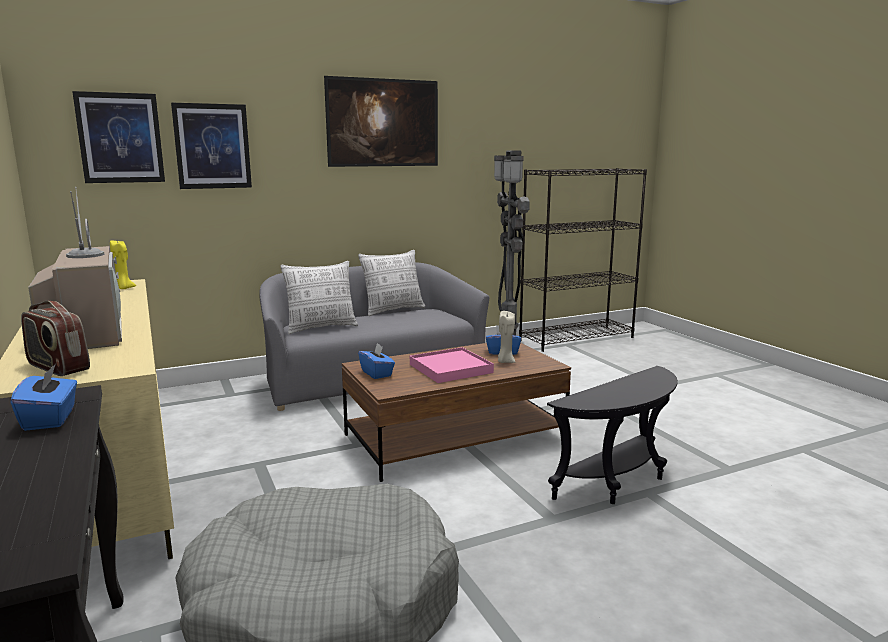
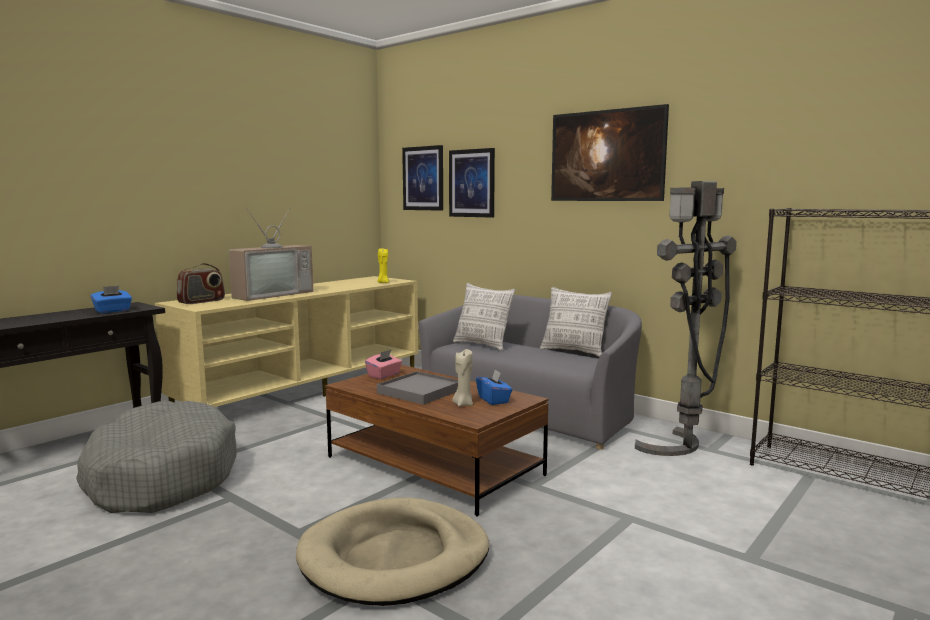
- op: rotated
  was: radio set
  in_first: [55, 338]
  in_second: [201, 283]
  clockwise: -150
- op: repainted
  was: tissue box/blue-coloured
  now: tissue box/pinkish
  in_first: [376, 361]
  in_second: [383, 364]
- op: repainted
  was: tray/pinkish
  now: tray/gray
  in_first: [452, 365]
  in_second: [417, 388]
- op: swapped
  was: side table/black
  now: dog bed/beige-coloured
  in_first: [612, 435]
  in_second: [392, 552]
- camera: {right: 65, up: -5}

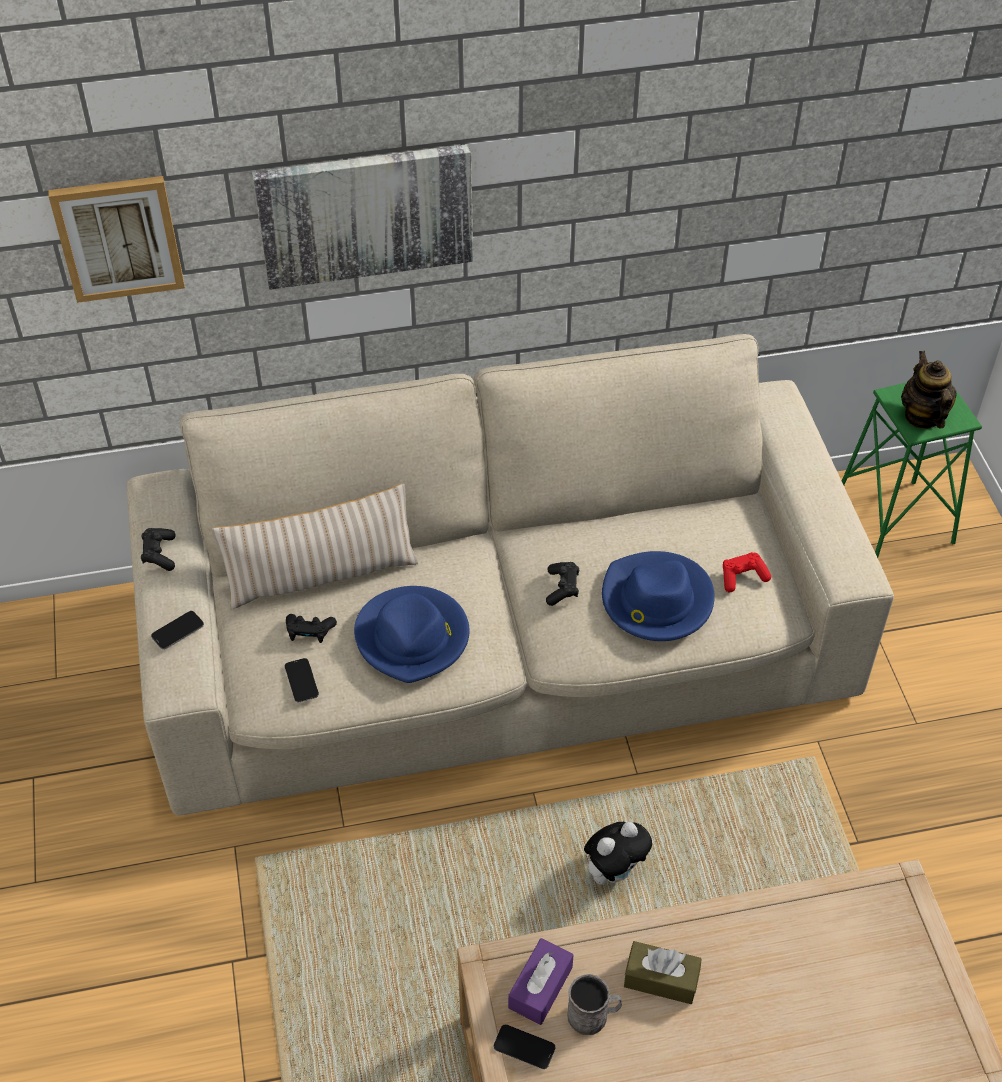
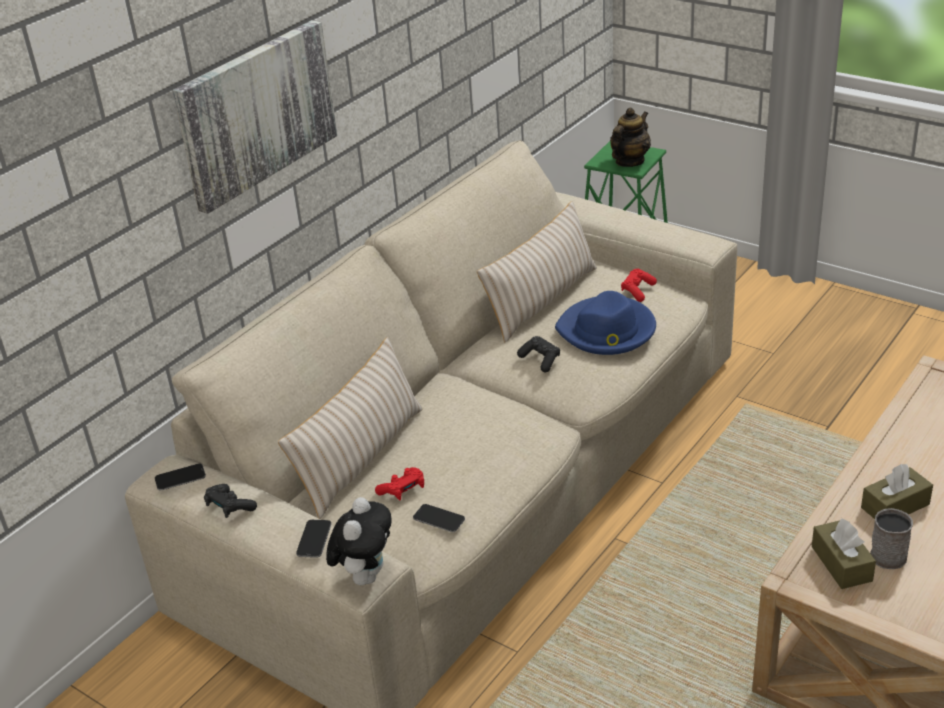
- op: gone
  was: wall picture
  in_first: [116, 239]
- op: repainted
  was: game controller/black
  now: game controller/red
  in_first: [311, 628]
  in_second: [399, 483]
- op: gone
  was: clothing hat/blue-coloured
  in_first: [411, 634]
- op: shifted
  was: telephone
  in_first: [524, 1046]
  in_second: [180, 477]
- op: repainted
  was: tissue box/purplish
  now: tissue box/brownish
  in_first: [540, 981]
  in_second: [844, 553]
- op: shifted
  was: soft toy
  in_first: [618, 853]
  in_second: [359, 541]
- op: rotated
  was: pot for tea
  in_first: [929, 390]
  in_second: [630, 137]
  clockwise: 90
- op: new
  now: cushion/beige-coloured
  in_second: [537, 271]
- camera: {right: -40, up: -15}

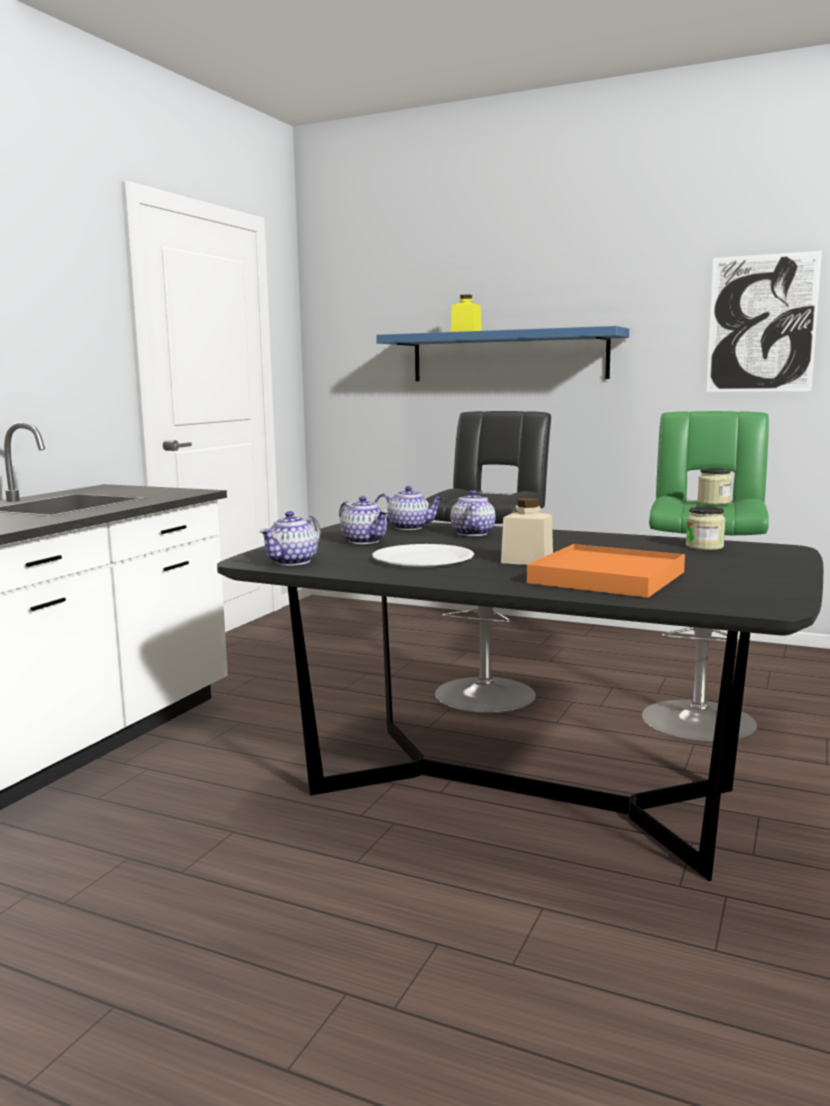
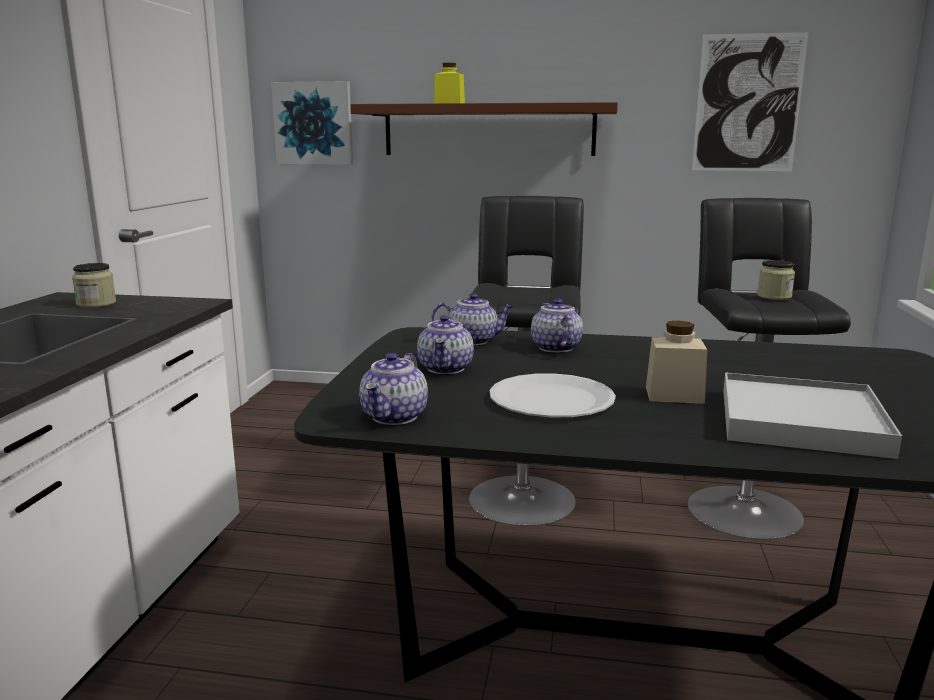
- op: rotated
  was: pot for tea
  in_first: [363, 520]
  in_second: [445, 344]
  clockwise: 60
- op: repainted
  was: bracket shelf/blue-coloured
  now: bracket shelf/brownish
  in_first: [502, 353]
  in_second: [484, 129]
- op: repainted
  was: tray/orange
  now: tray/white-coloured
  in_first: [606, 571]
  in_second: [812, 415]
- op: repainted
  was: stool/green
  now: stool/black
  in_first: [705, 576]
  in_second: [769, 369]
- op: shifted
  was: storage jar
  in_first: [706, 528]
  in_second: [94, 285]
- op: new
  now: wall picture
  in_second: [312, 123]
- camera: {right: -15, up: 5}

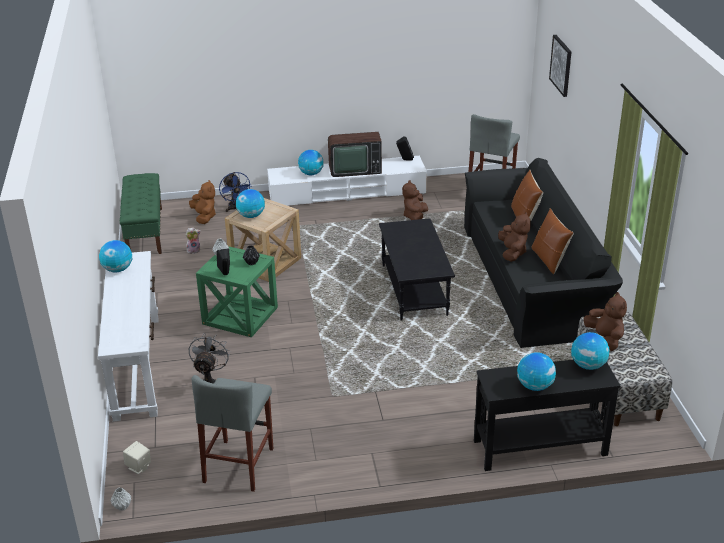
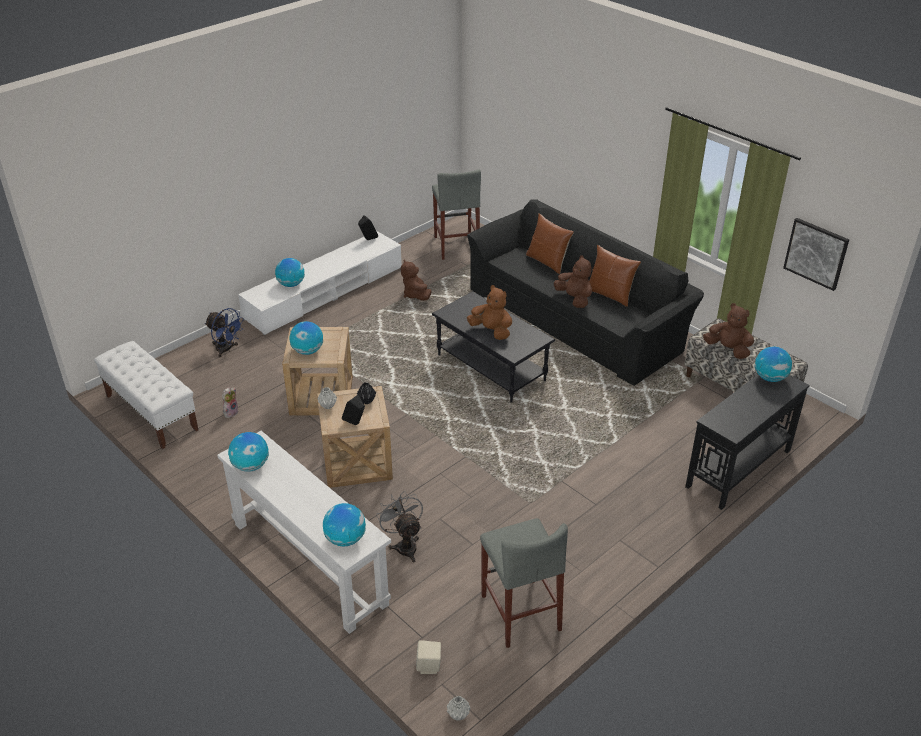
- op: repainted
  was: indoor bench/green
  now: indoor bench/white-coloured
  in_first: [141, 213]
  in_second: [146, 395]
- op: shifted
  was: soft toy/brownish
  in_first: [202, 202]
  in_second: [489, 312]
- op: repainted
  was: side table/green
  now: side table/beige-coloured
  in_first: [237, 291]
  in_second: [355, 437]
- op: gone
  was: TV set
  in_first: [355, 154]
- op: shifted
  was: world globe
  in_first: [536, 371]
  in_second: [344, 525]
- op: shifted
  was: wall picture
  in_first: [560, 66]
  in_second: [816, 254]
- camera: {right: -35, up: 5}

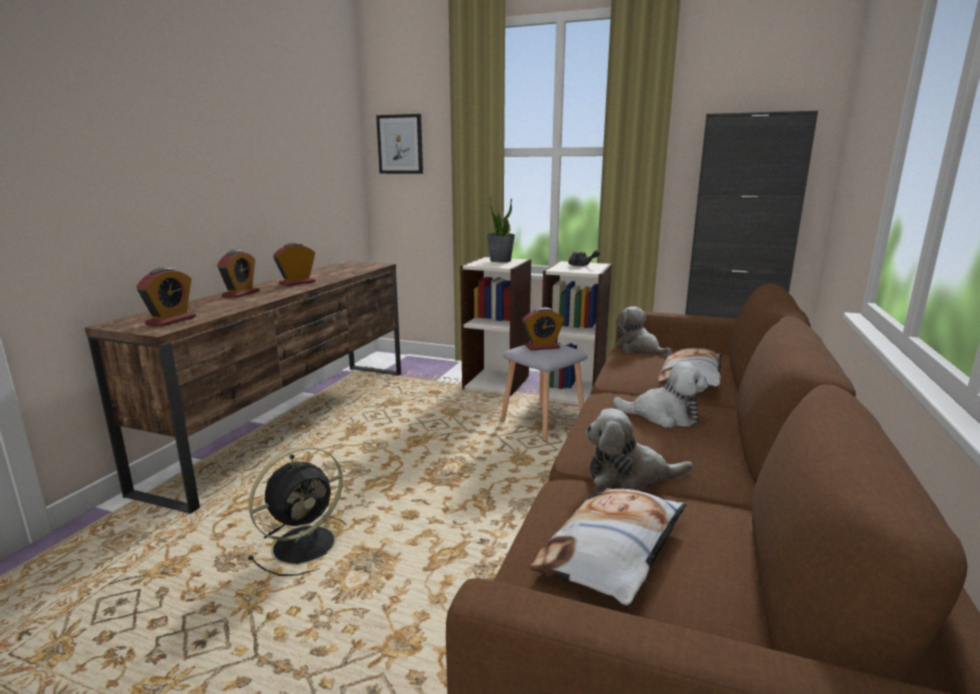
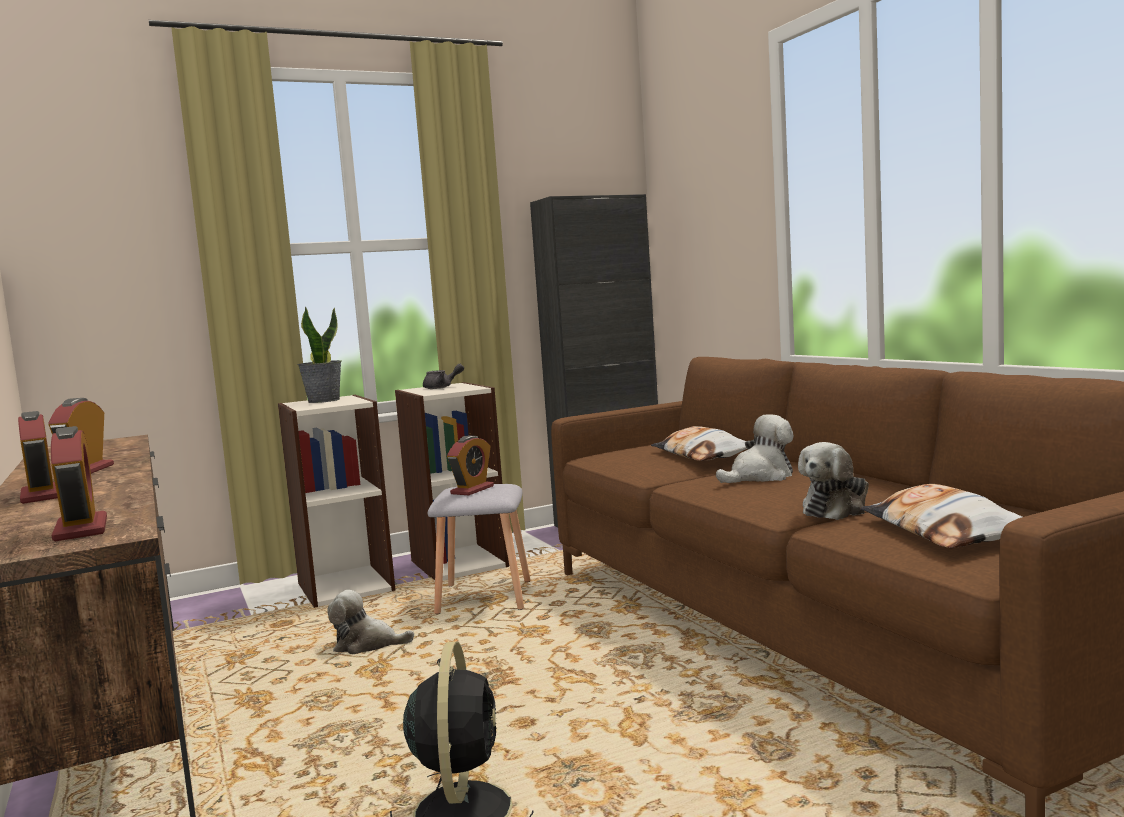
- op: gone
  was: wall picture
  in_first: [399, 144]
- op: shifted
  was: soft toy
  in_first: [643, 331]
  in_second: [370, 622]
- camera: {right: -45, up: -10}

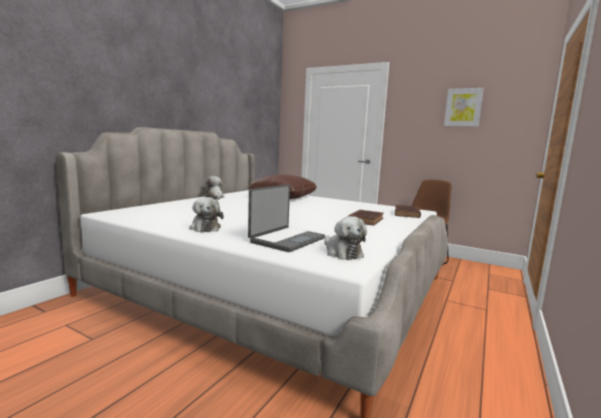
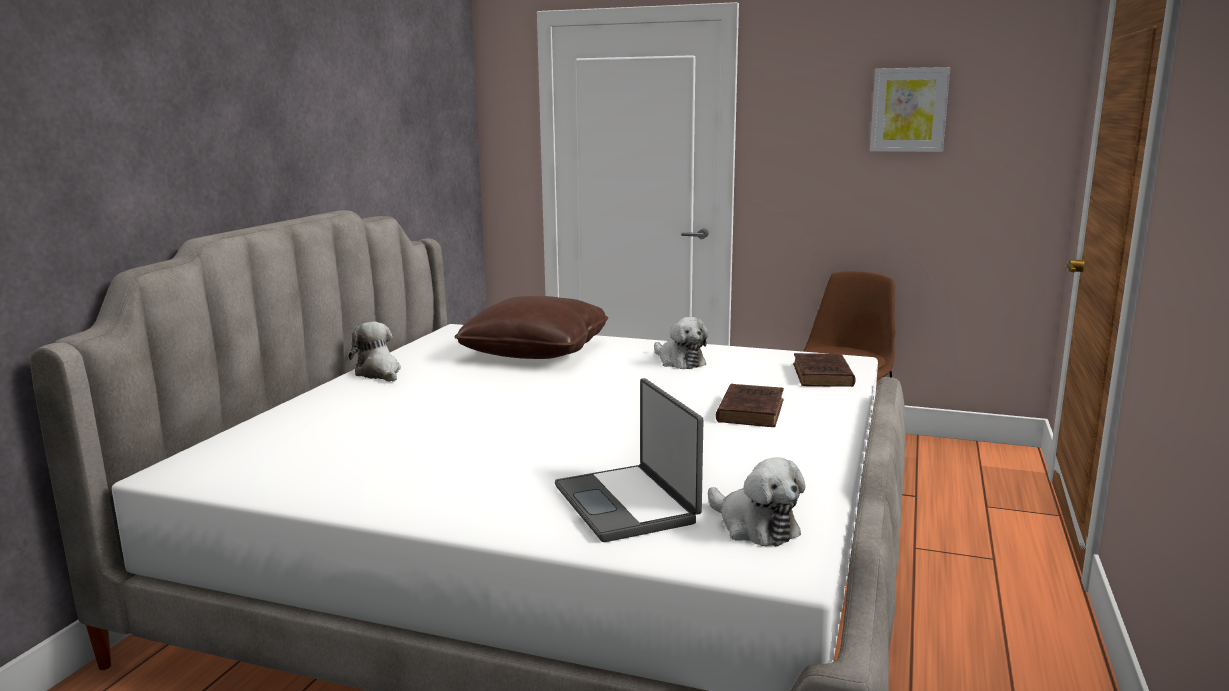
- op: shifted
  was: soft toy
  in_first: [206, 214]
  in_second: [681, 343]
- op: rotated
  was: laptop
  in_first: [286, 218]
  in_second: [629, 460]
  clockwise: 135
- camera: {right: -10, up: 5}

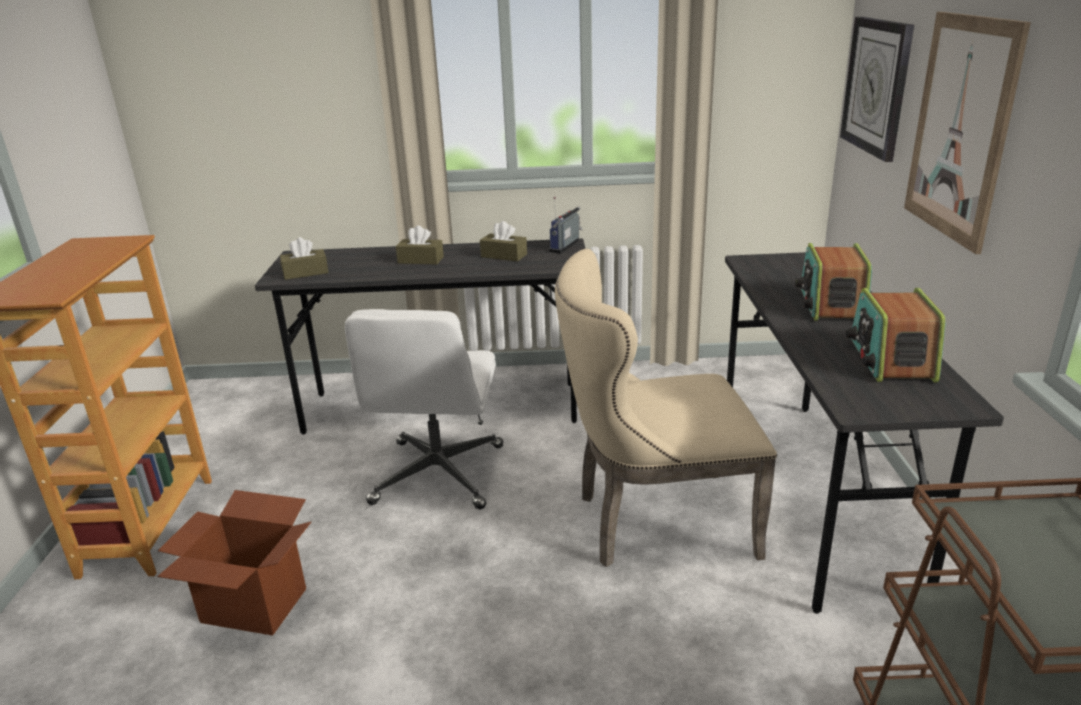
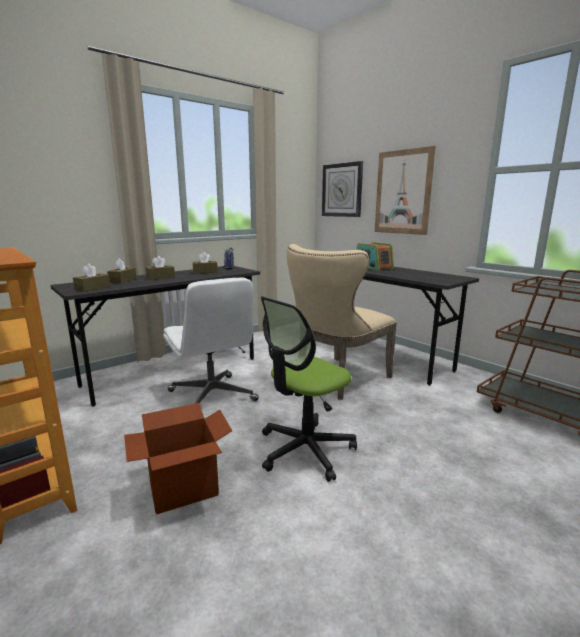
- op: gone
  was: radio set
  in_first: [896, 335]
- op: new
  now: tissue box/brownish
  in_second: [122, 270]
- op: new
  now: computer chair
  in_second: [309, 389]
- camera: {right: -40, up: -10}

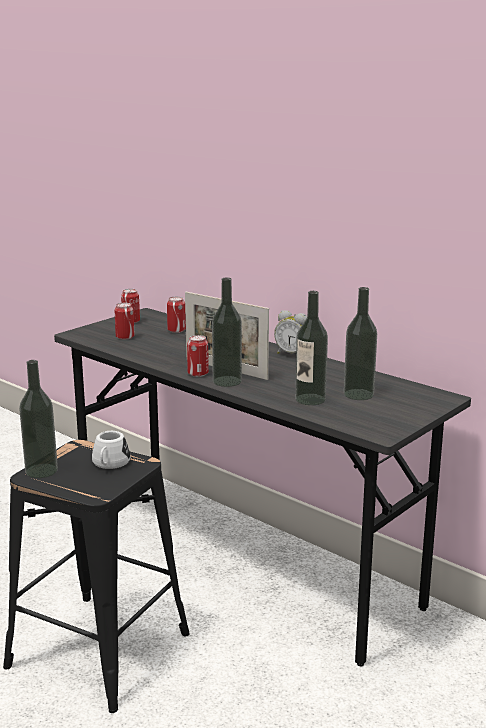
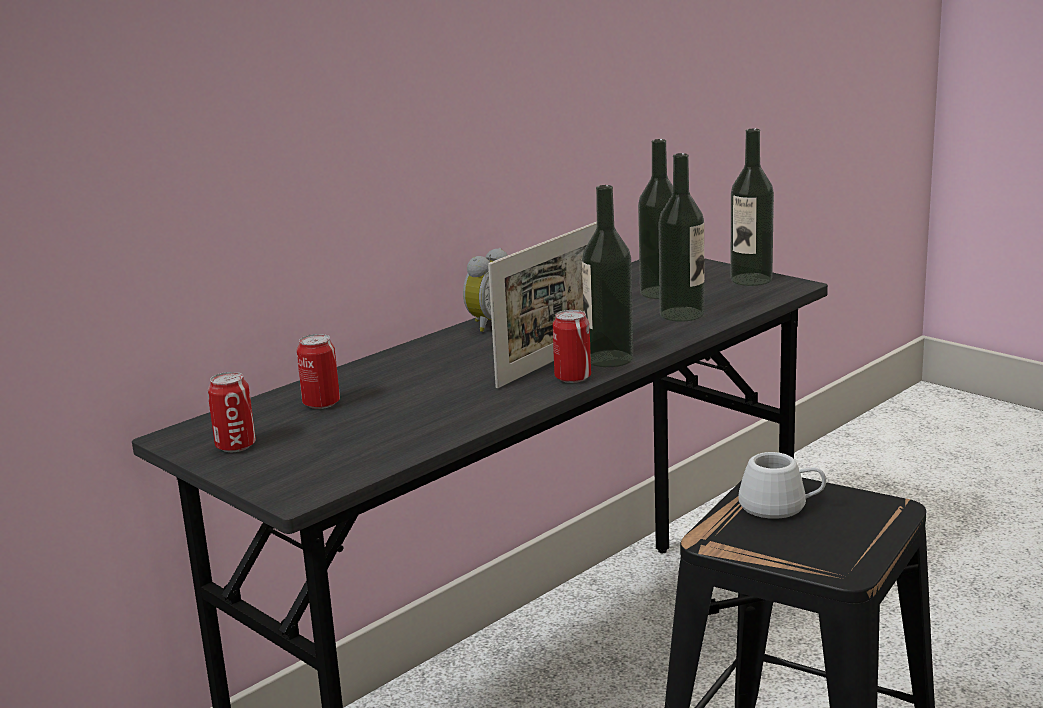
- op: shifted
  was: beverage bottle
  in_first: [38, 419]
  in_second: [752, 207]
- op: gone
  was: sealed can
  in_first: [125, 321]
- camera: {right: -85, up: 0}

